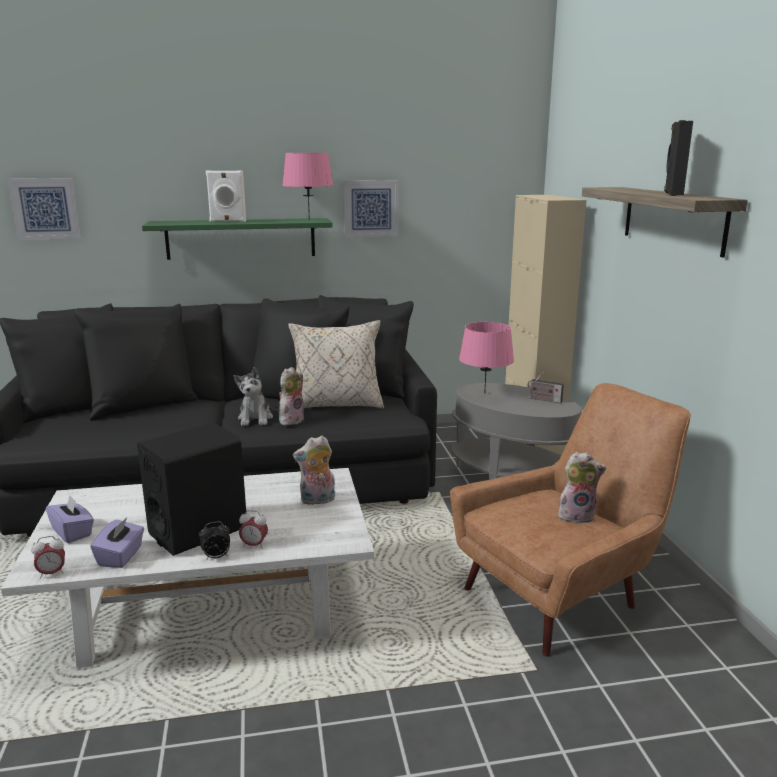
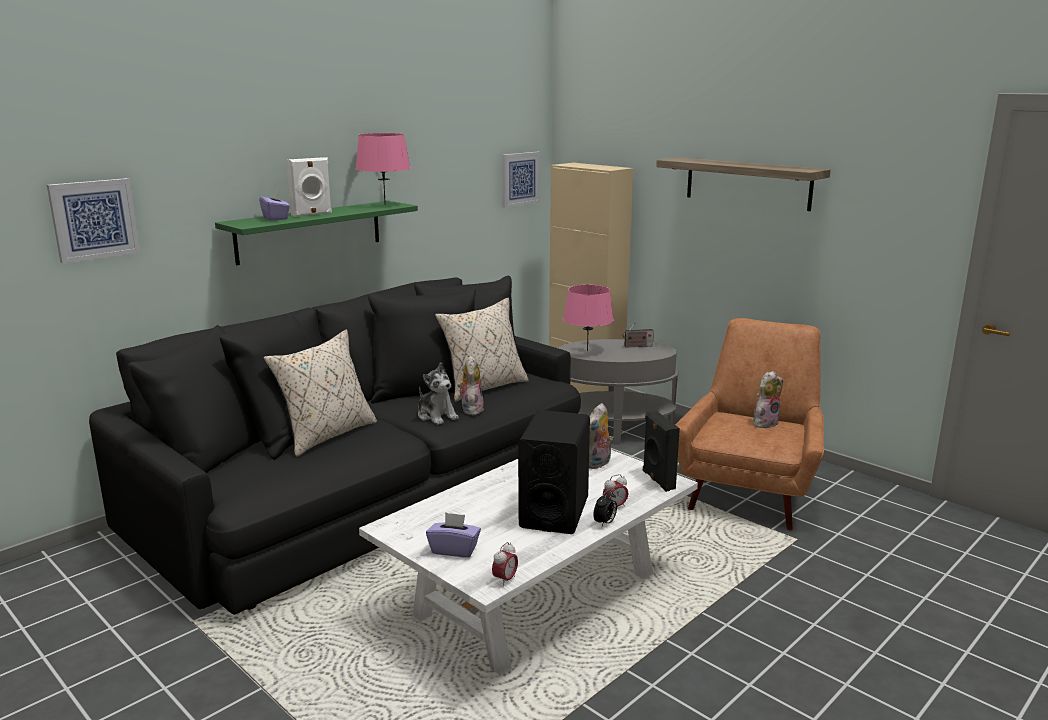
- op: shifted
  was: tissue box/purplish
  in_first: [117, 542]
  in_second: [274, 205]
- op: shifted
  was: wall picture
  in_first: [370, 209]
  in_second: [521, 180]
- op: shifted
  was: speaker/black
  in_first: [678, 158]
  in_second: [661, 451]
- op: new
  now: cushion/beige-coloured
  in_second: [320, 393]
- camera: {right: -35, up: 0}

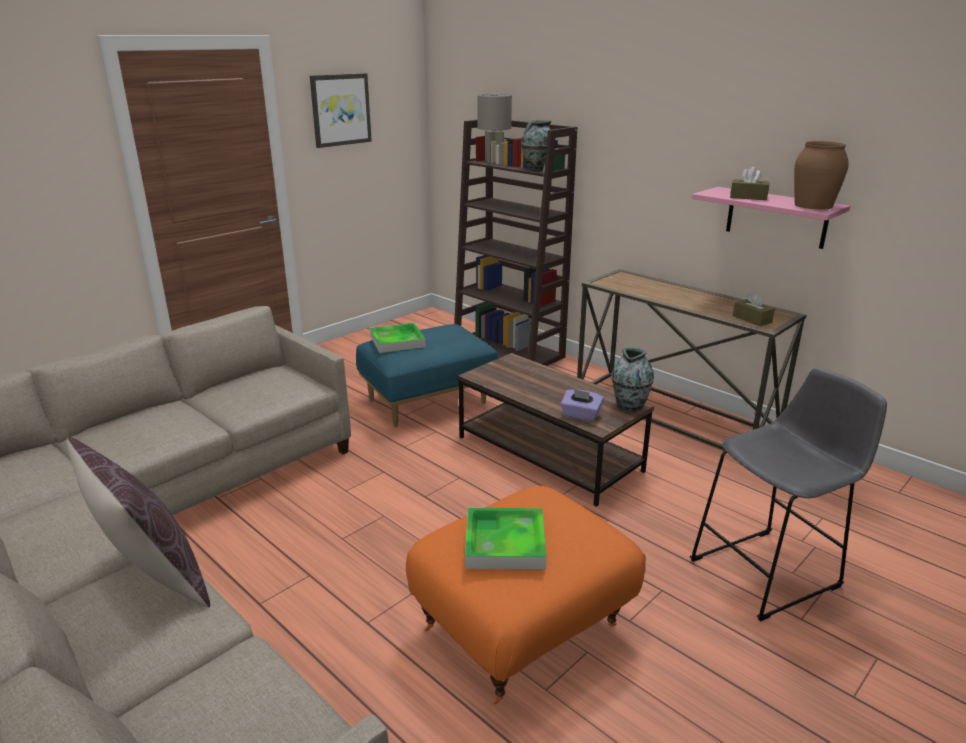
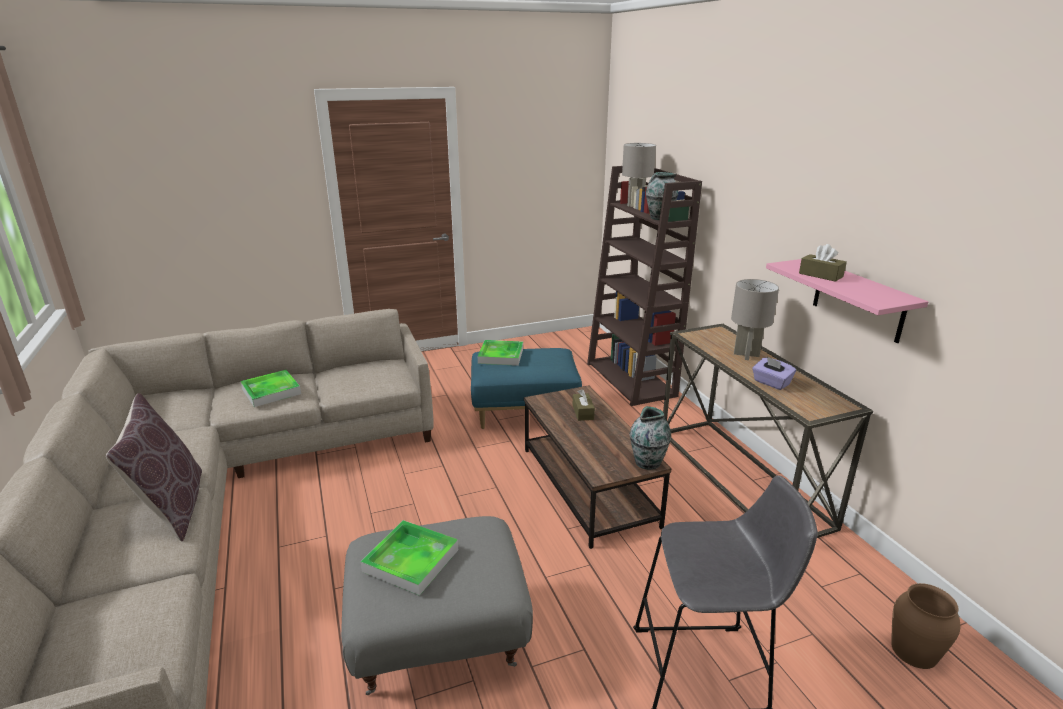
- op: gone
  was: wall picture
  in_first: [341, 110]
- op: repainted
  was: footrest/orange
  now: footrest/gray
  in_first: [526, 595]
  in_second: [437, 605]
- op: shifted
  was: tissue box/purplish
  in_first: [582, 405]
  in_second: [774, 373]
- op: shifted
  was: tissue box/brownish
  in_first: [754, 308]
  in_second: [584, 405]
- op: shifted
  was: decorative vase/brownish
  in_first: [821, 175]
  in_second: [925, 626]
- op: new
  now: tray
  in_second: [270, 388]
- op: new
  now: lamp for a table/gray
  in_second: [755, 319]
- camera: {right: 25, up: 0}

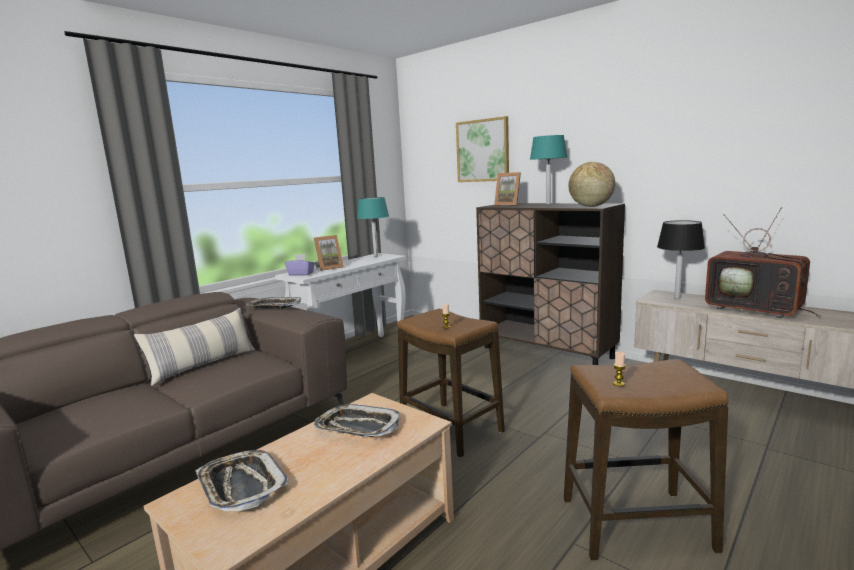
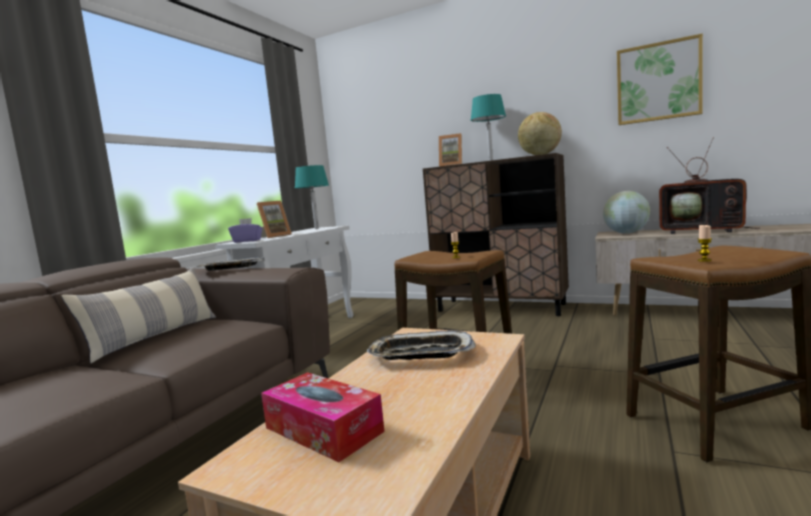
- op: swapped
  was: tray
  now: tissue box
  in_first: [242, 480]
  in_second: [323, 417]
- op: shifted
  was: wall picture
  in_first: [482, 149]
  in_second: [660, 79]
- op: swapped
  was: lamp for a table/black
  now: world globe
  in_first: [681, 259]
  in_second: [626, 212]
- camera: {right: -15, up: -5}

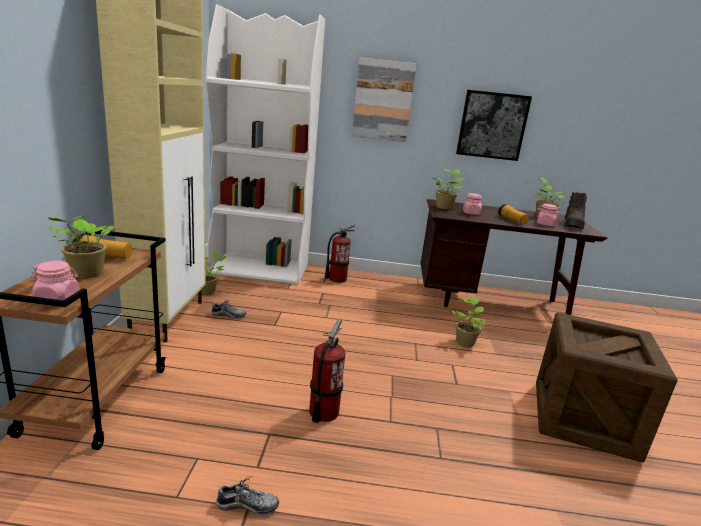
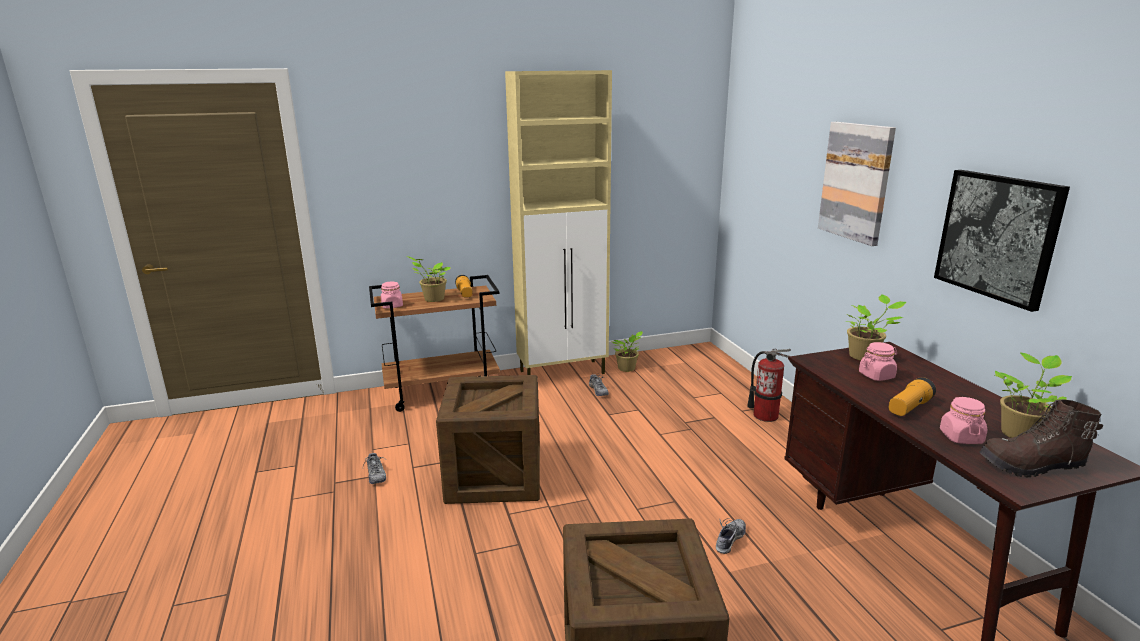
- op: gone
  was: bookshelf/white-coloured
  in_first: [265, 144]
- op: swapped
  was: fire-fighting cylinder
  now: packing crate
  in_first: [327, 370]
  in_second: [488, 439]
- op: swapped
  was: potted plant
  now: low shoe
  in_first: [469, 321]
  in_second: [731, 536]
- camera: {right: 70, up: 0}

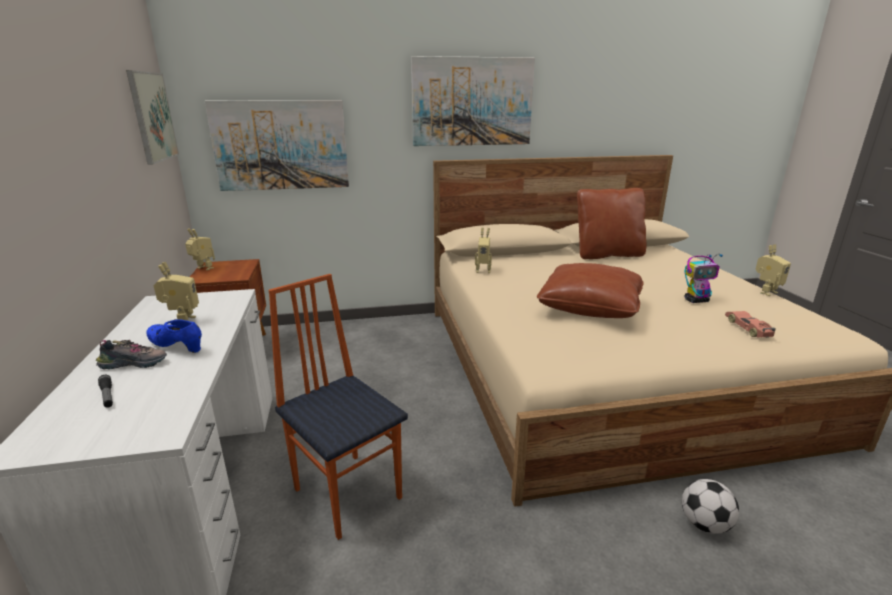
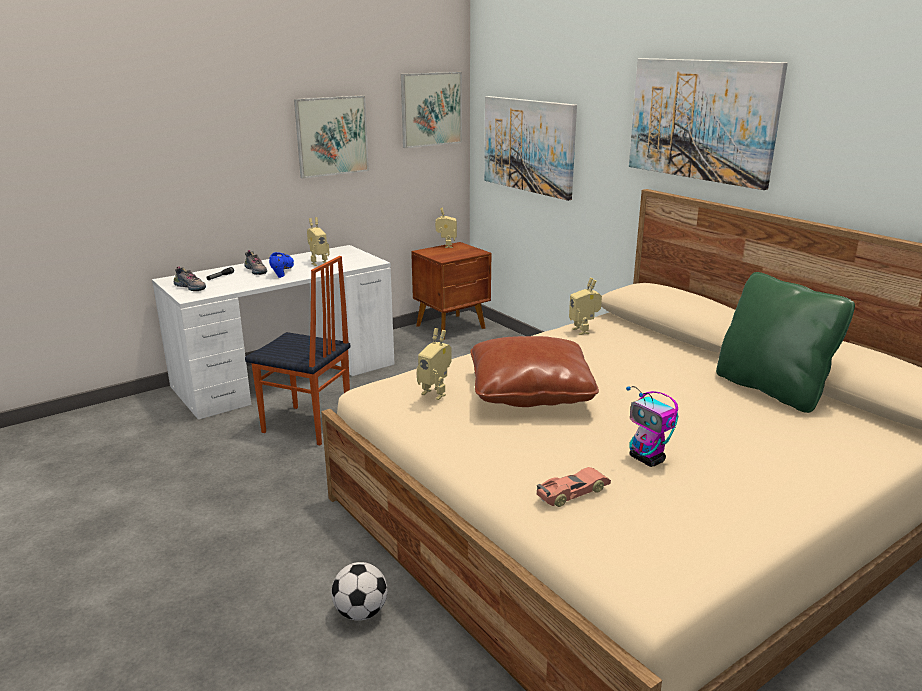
- op: rotated
  was: plain chair
  in_first: [338, 407]
  in_second: [298, 350]
  clockwise: 90
- op: repainted
  was: cushion/brownish
  now: cushion/green
  in_first: [612, 223]
  in_second: [785, 342]
- op: shifted
  was: model robot
  in_first: [773, 270]
  in_second: [434, 364]
- op: new
  now: low shoe
  in_second: [190, 279]
- op: new
  now: wall picture
  in_second: [331, 137]
- camera: {right: 65, up: 0}

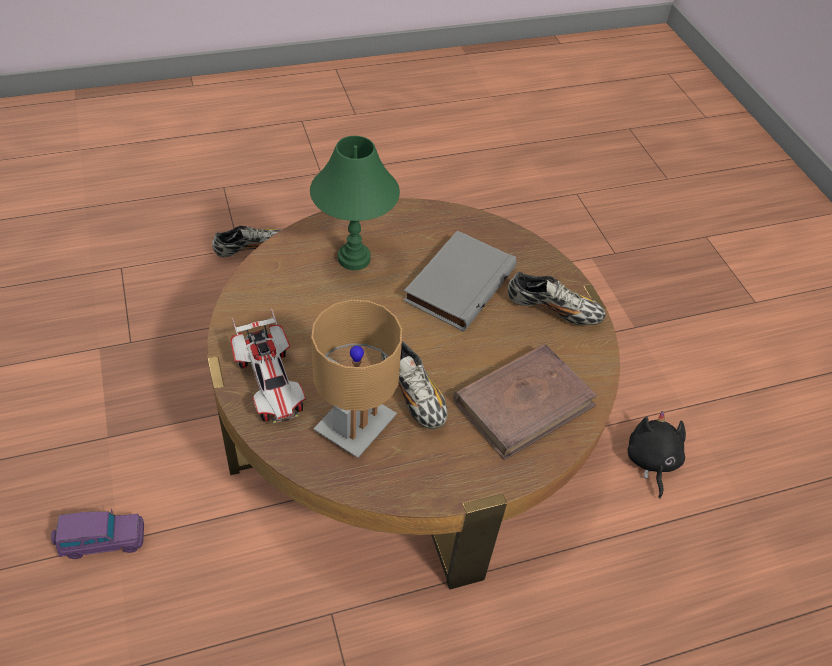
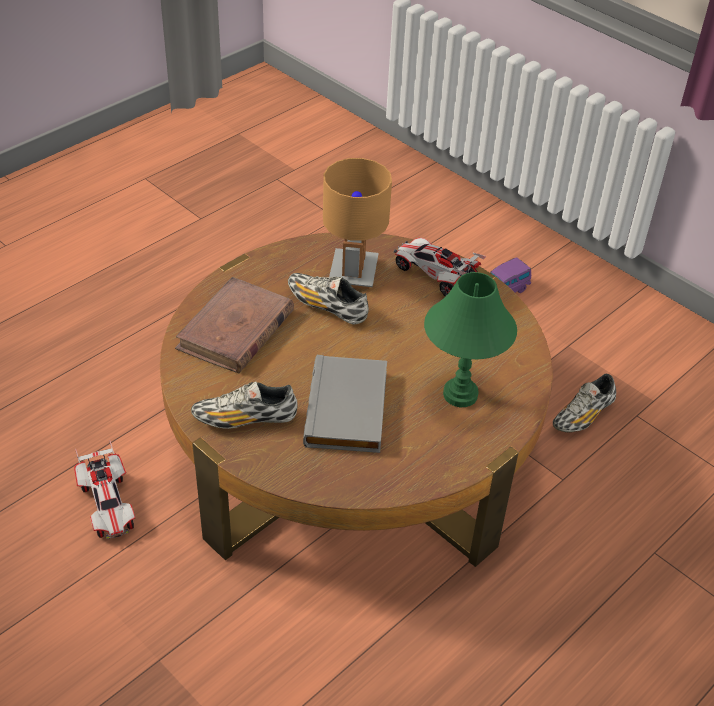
- op: shifted
  was: low shoe
  in_first: [247, 241]
  in_second: [584, 403]
- op: swapped
  was: soft toy/black
  now: miniature car
  in_first: [657, 455]
  in_second: [104, 489]
- camera: {right: 155, up: -5}

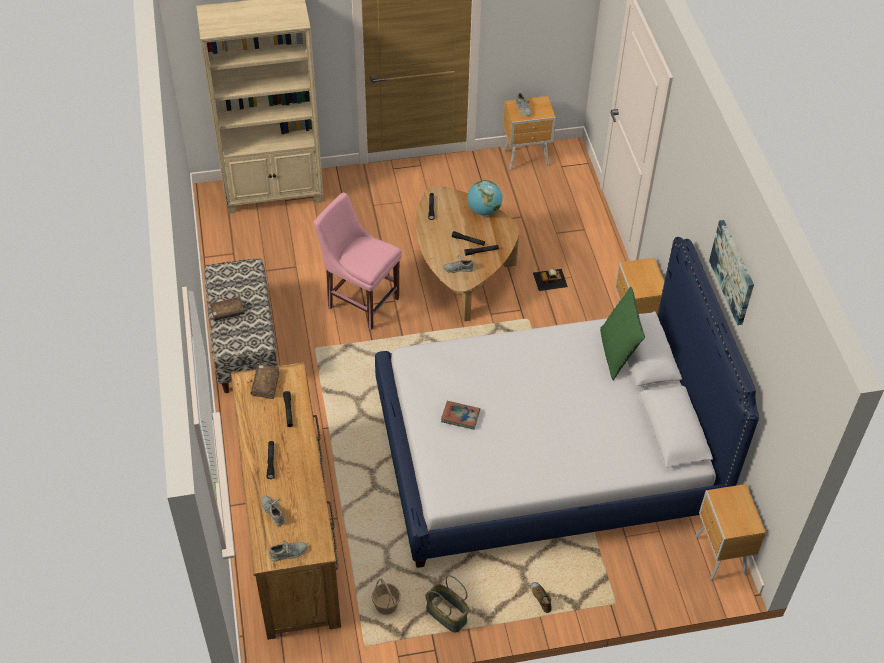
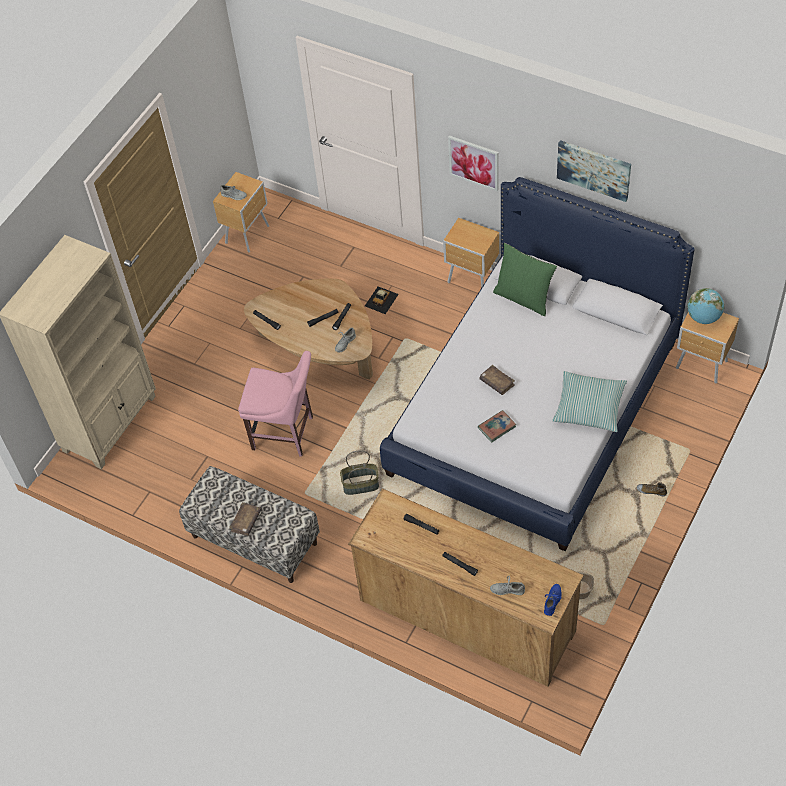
- op: shifted
  was: bound book/brownish
  in_first: [265, 382]
  in_second: [497, 380]
- op: repainted
  was: low shoe/gray
  now: low shoe/blue-coloured
  in_first: [288, 551]
  in_second: [553, 600]
- op: rotated
  was: plain chair/pinkish
  in_first: [358, 261]
  in_second: [275, 404]
  clockwise: -150
- op: shifted
  was: basket
  in_first: [447, 603]
  in_second: [359, 472]
- op: shifted
  was: world globe
  in_first: [485, 198]
  in_second: [705, 306]
- op: new
  now: wall picture
  in_second: [473, 163]
- op: new
  now: cushion
  in_second: [589, 401]
- camera: {right: -45, up: 5}

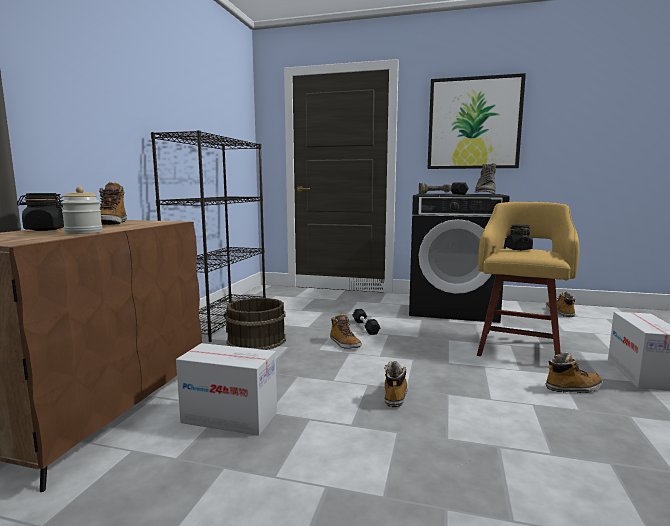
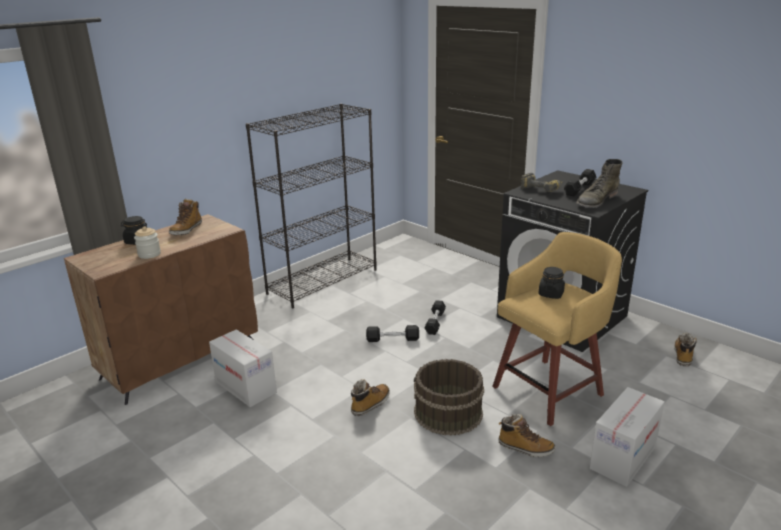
- op: shifted
  was: pail/brownish
  in_first: [255, 324]
  in_second: [449, 397]
- op: swapped
  was: high-top boot
  now: hand weight/black
  in_first: [346, 331]
  in_second: [392, 333]
- op: gone
  was: wall picture
  in_first: [477, 121]
- camera: {right: 30, up: 15}

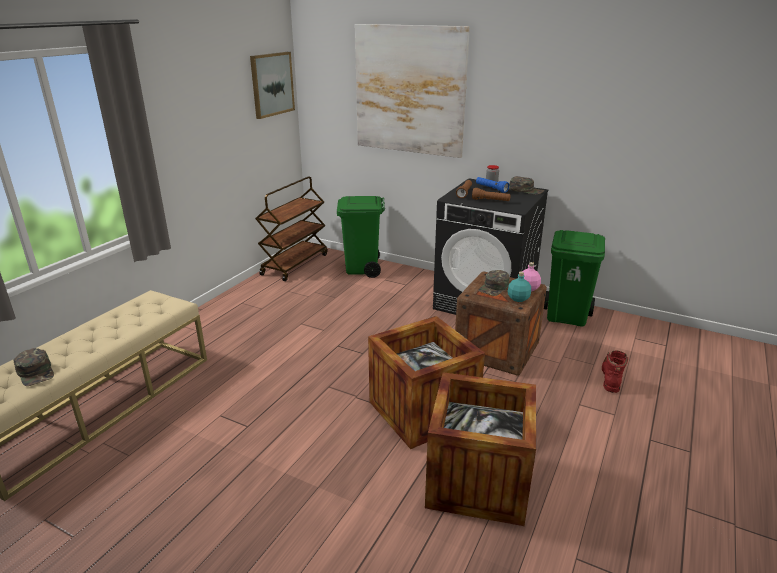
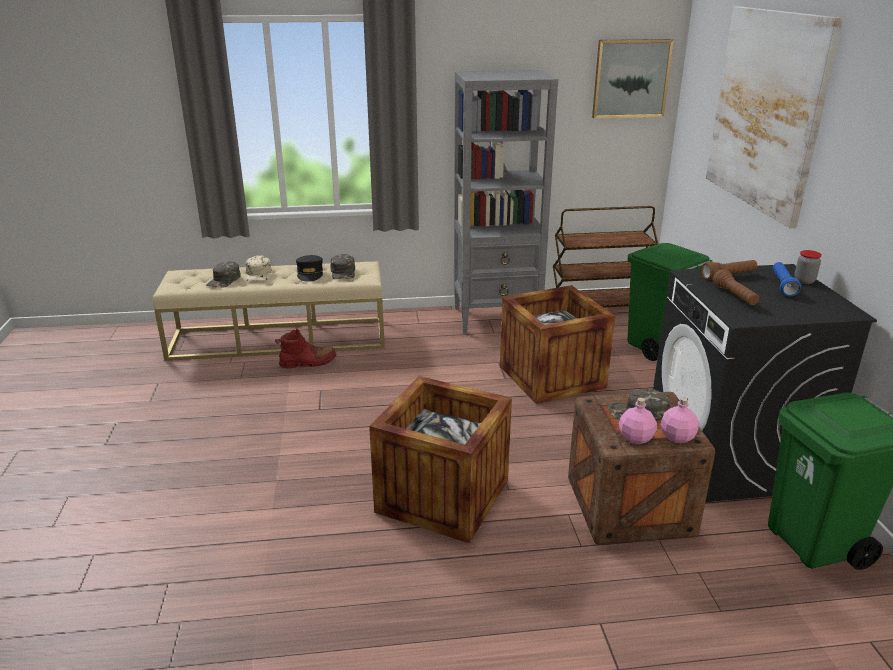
- op: shifted
  was: packing crate
  in_first: [480, 449]
  in_second: [557, 344]
- op: repainted
  was: beverage bottle/turquoise
  now: beverage bottle/pinkish
  in_first: [519, 287]
  in_second: [638, 421]
- op: shifted
  was: peaked cap/green
  in_first: [526, 185]
  in_second: [342, 266]
- op: shifted
  was: high-top boot/red
  in_first: [615, 372]
  in_second: [305, 348]
- op: new
  now: peaked cap/beige-coloured
  in_second: [259, 268]
- op: new
  now: peaked cap/black
  in_second: [309, 268]
- op: new
  now: bookshelf/gray
  in_second: [506, 201]
- camera: {right: 55, up: 0}

